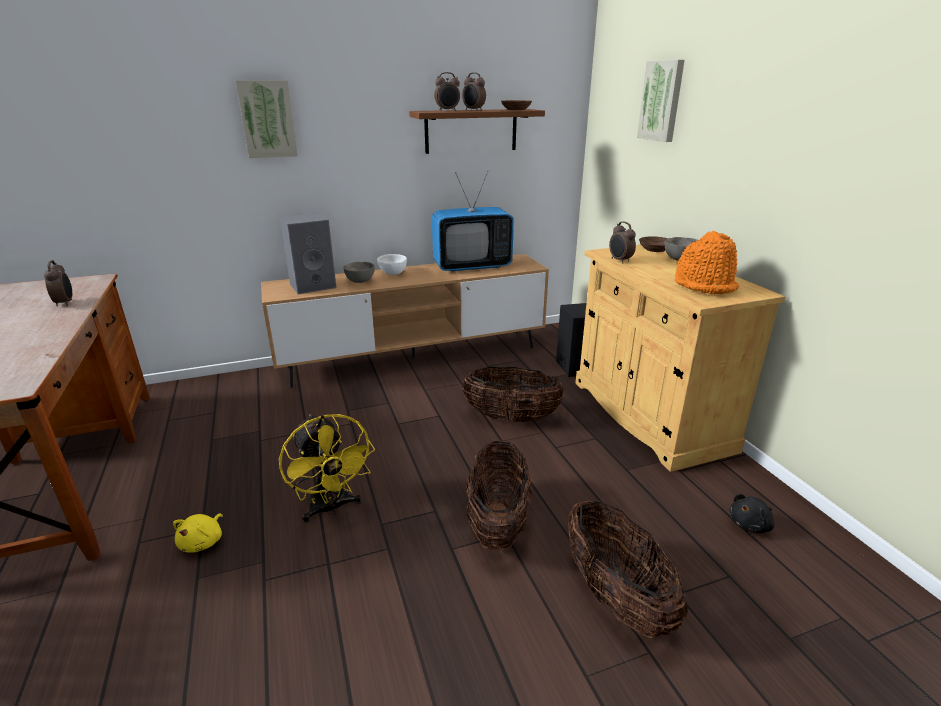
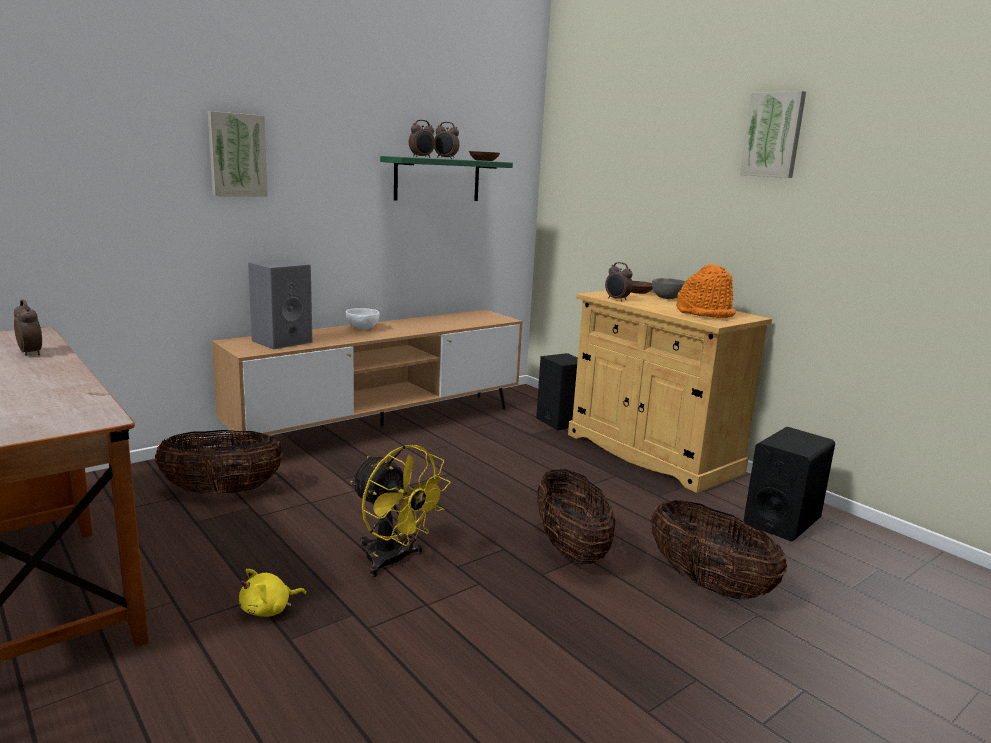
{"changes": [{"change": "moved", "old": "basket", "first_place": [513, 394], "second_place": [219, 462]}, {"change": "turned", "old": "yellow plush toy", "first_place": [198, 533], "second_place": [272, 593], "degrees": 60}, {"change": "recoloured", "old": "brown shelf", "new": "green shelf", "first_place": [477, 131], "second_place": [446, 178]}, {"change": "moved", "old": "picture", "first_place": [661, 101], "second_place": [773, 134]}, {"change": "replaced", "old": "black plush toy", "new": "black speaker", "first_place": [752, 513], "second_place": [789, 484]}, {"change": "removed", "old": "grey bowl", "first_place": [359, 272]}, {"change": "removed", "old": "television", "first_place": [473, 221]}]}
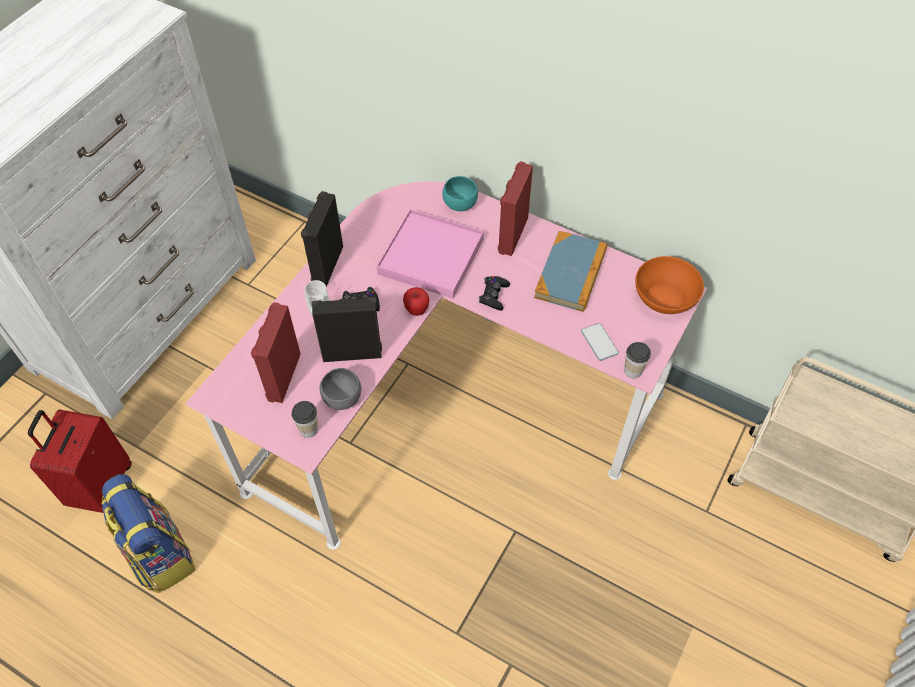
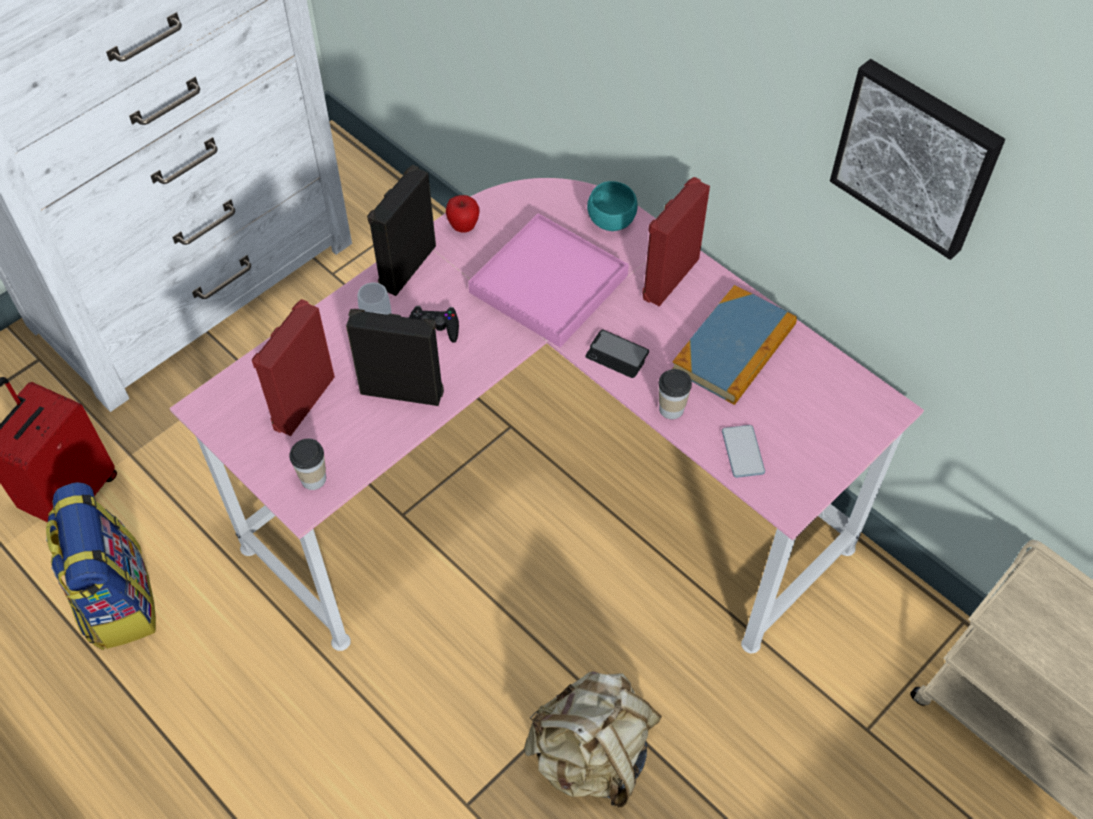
{"changes": [{"change": "moved", "old": "apple", "first_place": [416, 301], "second_place": [463, 214]}, {"change": "added", "new": "beige backpack", "second_place": [593, 739]}, {"change": "replaced", "old": "black game controller", "new": "phone", "first_place": [494, 293], "second_place": [617, 354]}, {"change": "moved", "old": "cup", "first_place": [637, 360], "second_place": [675, 394]}, {"change": "added", "new": "picture", "second_place": [917, 159]}, {"change": "removed", "old": "grey bowl", "first_place": [340, 389]}, {"change": "removed", "old": "orange bowl", "first_place": [669, 285]}]}
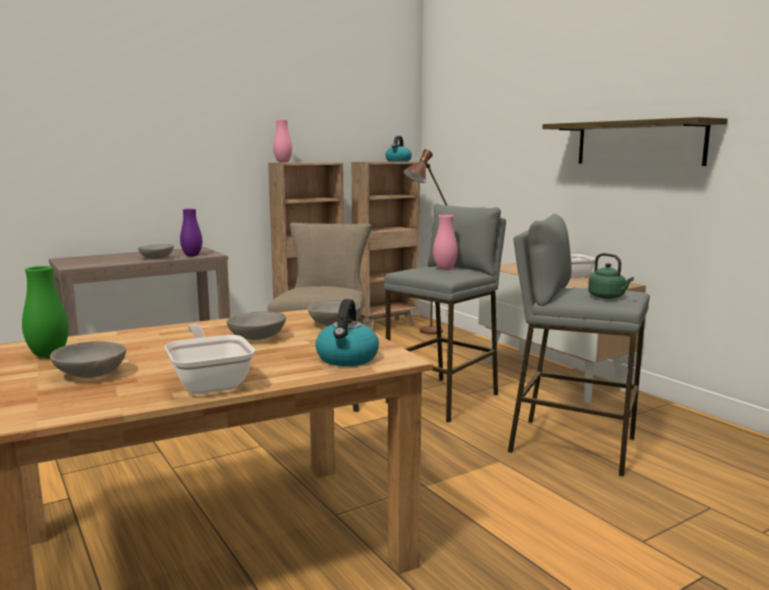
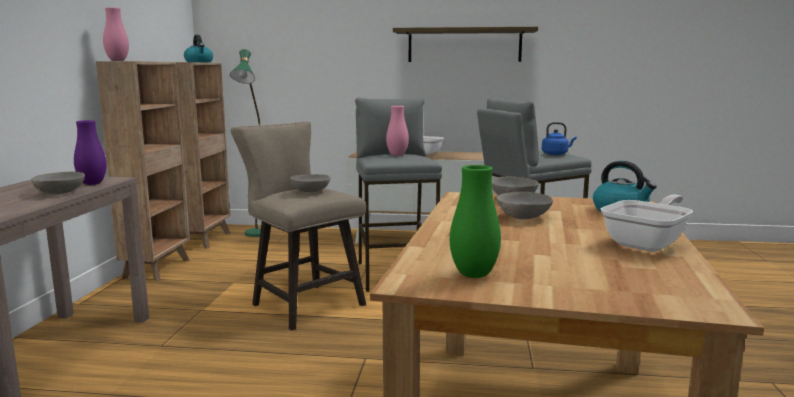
{"changes": [{"change": "recoloured", "old": "brown floor lamp", "new": "green floor lamp", "first_place": [425, 242], "second_place": [245, 143]}, {"change": "moved", "old": "grey bowl", "first_place": [88, 359], "second_place": [310, 183]}, {"change": "recoloured", "old": "green kettle", "new": "blue kettle", "first_place": [611, 276], "second_place": [559, 138]}, {"change": "turned", "old": "frying pan", "first_place": [210, 359], "second_place": [647, 223], "degrees": 120}]}
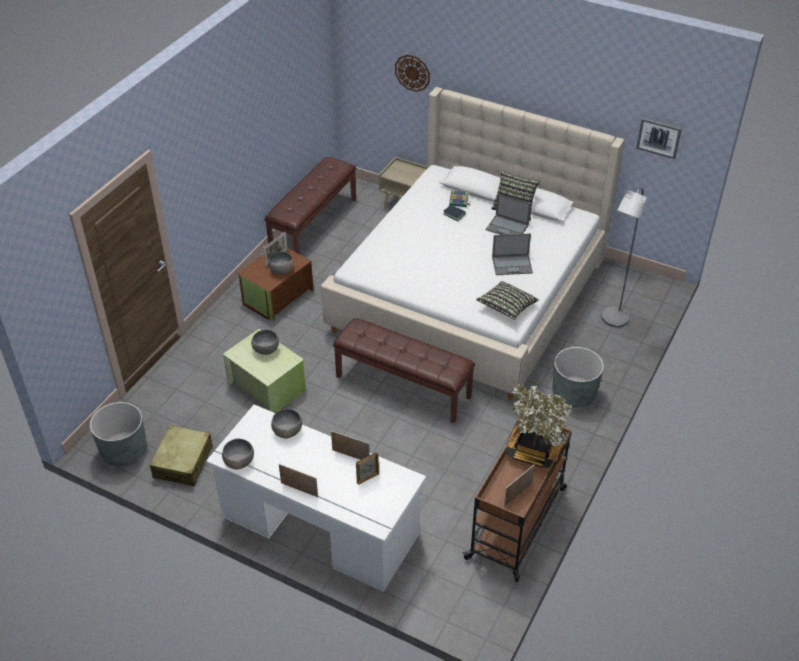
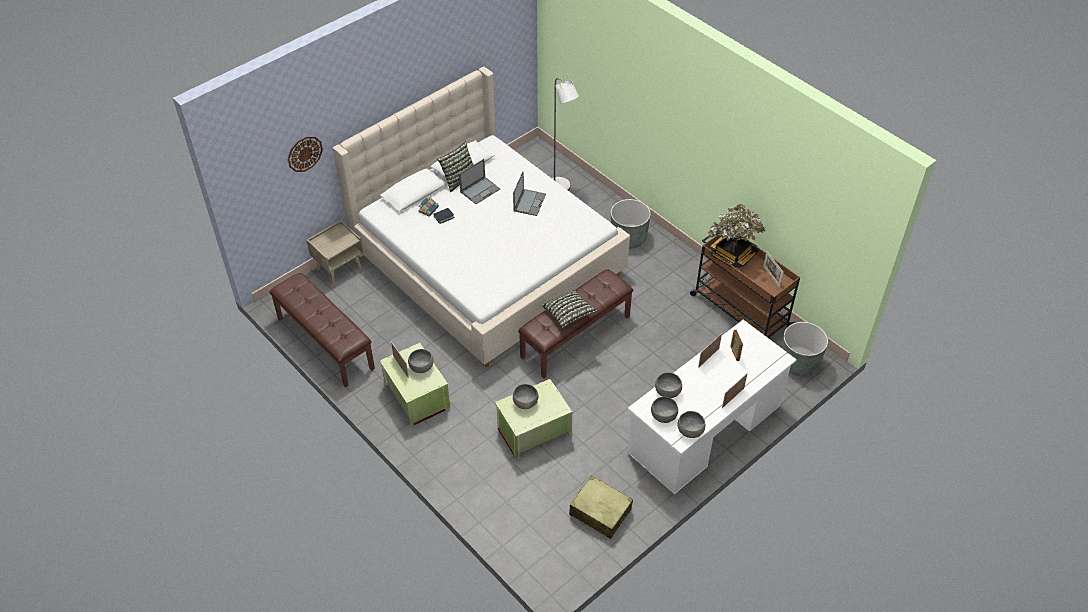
{"changes": [{"change": "recoloured", "old": "brown storage box", "new": "green storage box", "first_place": [275, 284], "second_place": [415, 384]}, {"change": "moved", "old": "pillow", "first_place": [507, 300], "second_place": [570, 308]}, {"change": "added", "new": "grey bowl", "second_place": [664, 410]}, {"change": "moved", "old": "grey planter", "first_place": [118, 434], "second_place": [804, 349]}, {"change": "removed", "old": "picture", "first_place": [659, 138]}]}
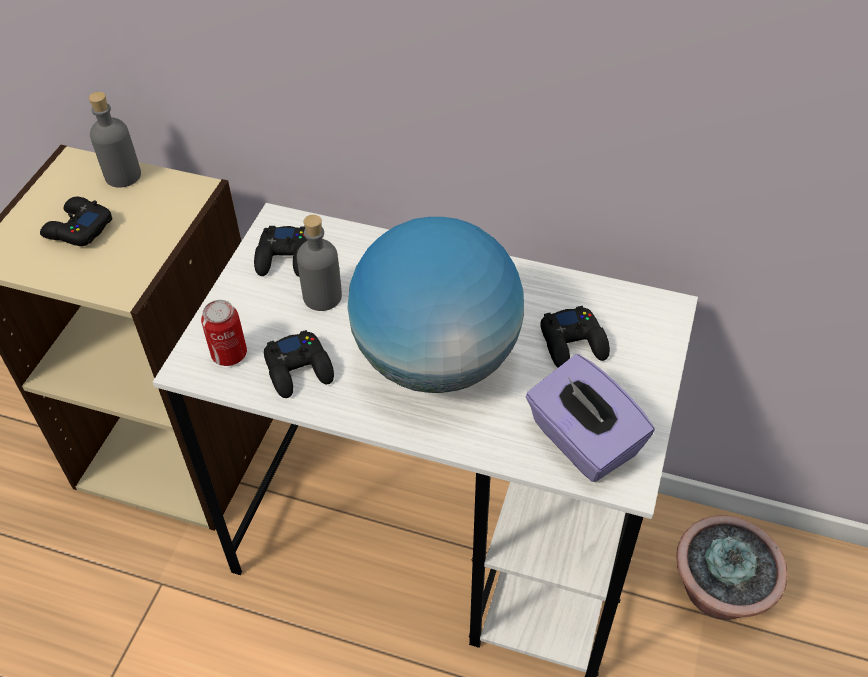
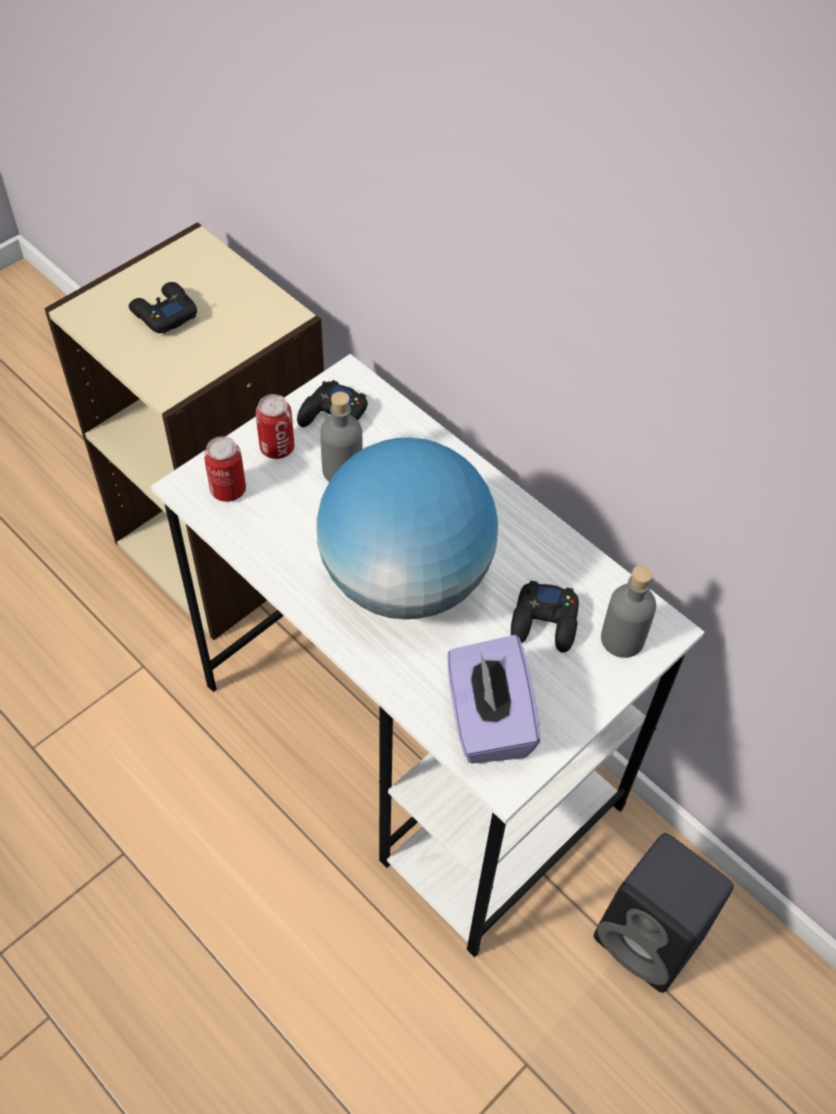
{"changes": [{"change": "added", "new": "can", "second_place": [275, 426]}, {"change": "replaced", "old": "potted plant", "new": "black speaker", "first_place": [732, 568], "second_place": [663, 913]}, {"change": "moved", "old": "grey bottle", "first_place": [115, 140], "second_place": [628, 611]}, {"change": "removed", "old": "black game controller", "first_place": [299, 364]}]}
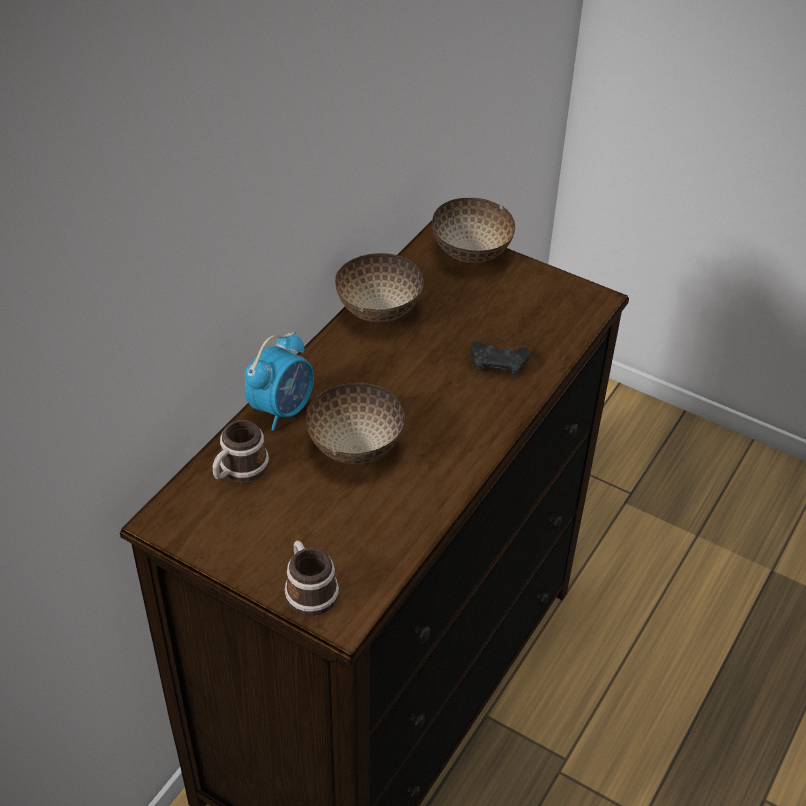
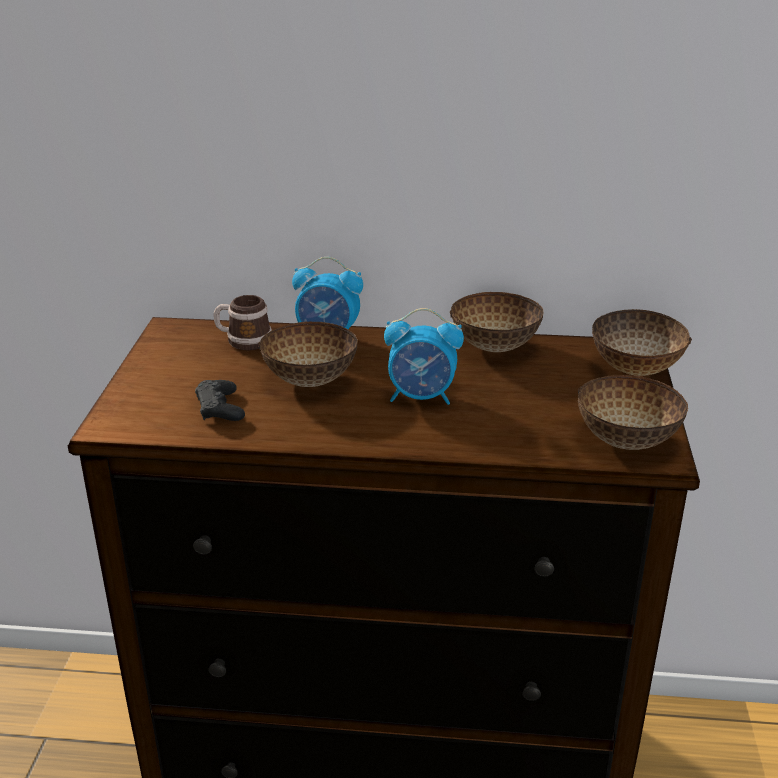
{"changes": [{"change": "moved", "old": "black game controller", "first_place": [500, 358], "second_place": [220, 400]}, {"change": "added", "new": "alarm clock", "second_place": [424, 356]}, {"change": "added", "new": "bowl", "second_place": [633, 412]}, {"change": "removed", "old": "mug", "first_place": [311, 578]}]}
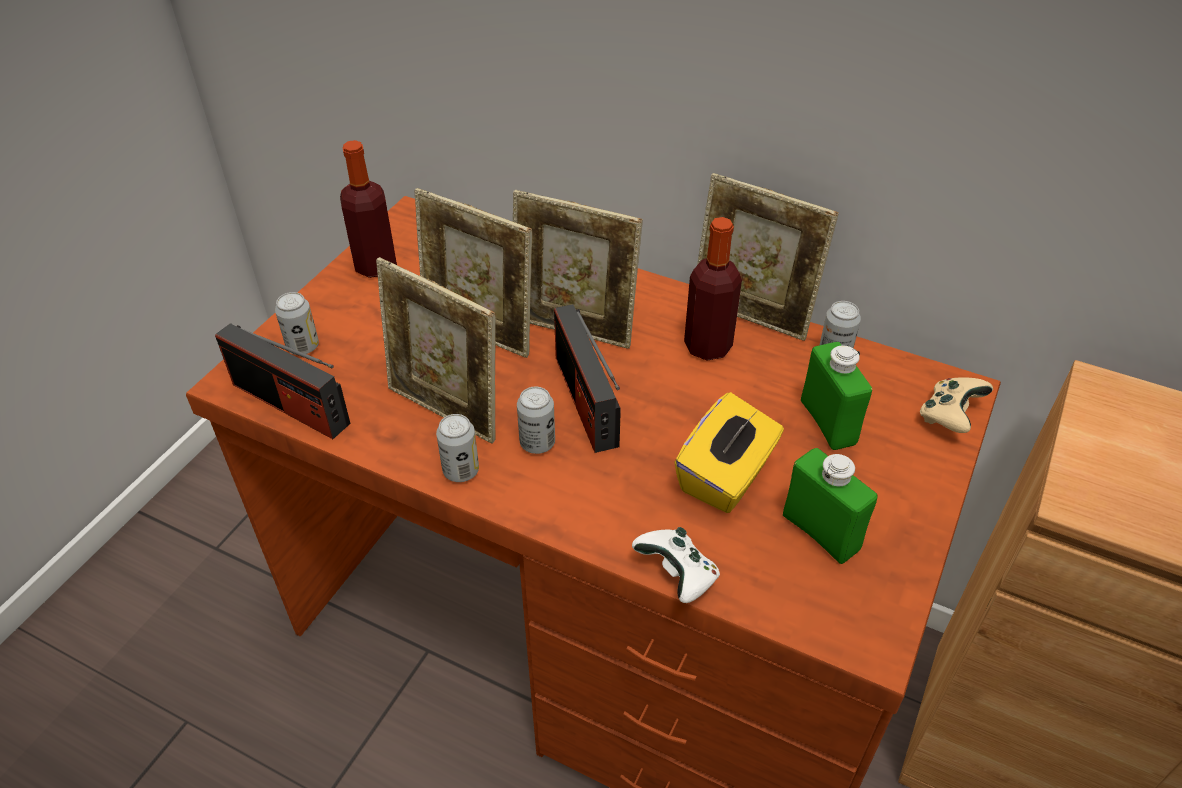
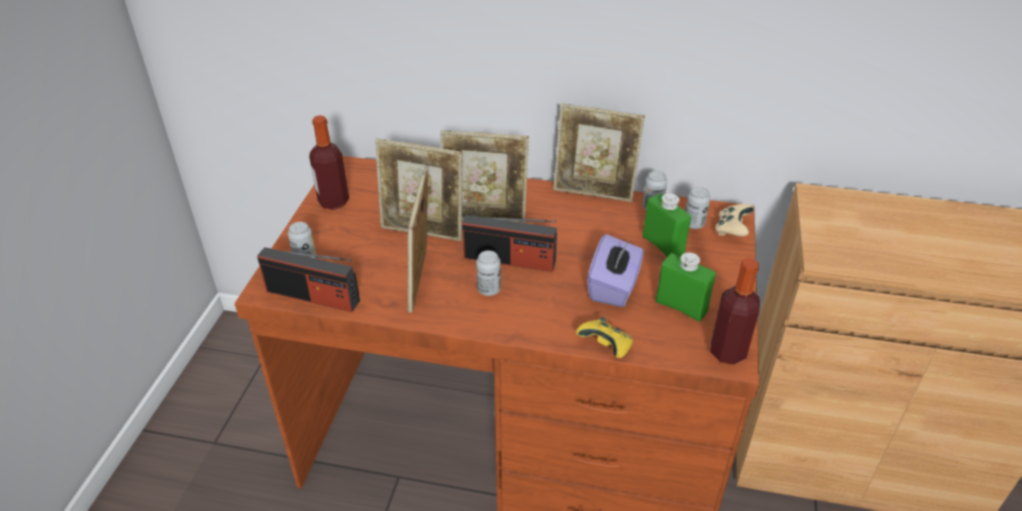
{"changes": [{"change": "turned", "old": "picture frame", "first_place": [436, 350], "second_place": [417, 240], "degrees": 75}, {"change": "turned", "old": "radio", "first_place": [587, 378], "second_place": [509, 243], "degrees": -45}, {"change": "recoloured", "old": "white game controller", "new": "yellow game controller", "first_place": [676, 565], "second_place": [604, 337]}, {"change": "recoloured", "old": "yellow tissue box", "new": "purple tissue box", "first_place": [729, 452], "second_place": [615, 270]}, {"change": "moved", "old": "can", "first_place": [457, 448], "second_place": [697, 208]}, {"change": "moved", "old": "bottle", "first_place": [713, 289], "second_place": [735, 311]}]}
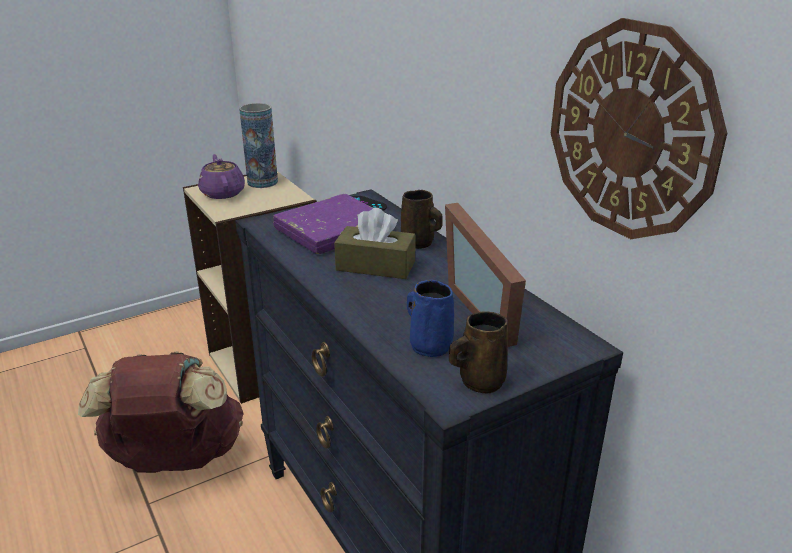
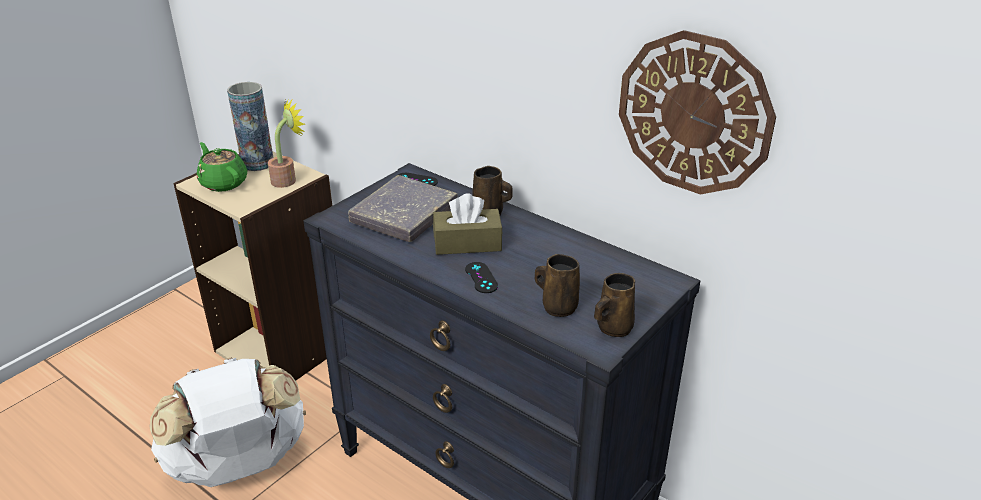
{"changes": [{"change": "recoloured", "old": "brown backpack", "new": "white backpack", "first_place": [161, 412], "second_place": [228, 422]}, {"change": "recoloured", "old": "purple teapot", "new": "green teapot", "first_place": [221, 176], "second_place": [222, 167]}, {"change": "added", "new": "potted plant", "second_place": [286, 143]}, {"change": "recoloured", "old": "purple book", "new": "grey book", "first_place": [323, 224], "second_place": [403, 208]}, {"change": "added", "new": "black game controller", "second_place": [481, 277]}, {"change": "recoloured", "old": "blue mug", "new": "brown mug", "first_place": [430, 318], "second_place": [557, 285]}, {"change": "removed", "old": "picture frame", "first_place": [485, 275]}]}
